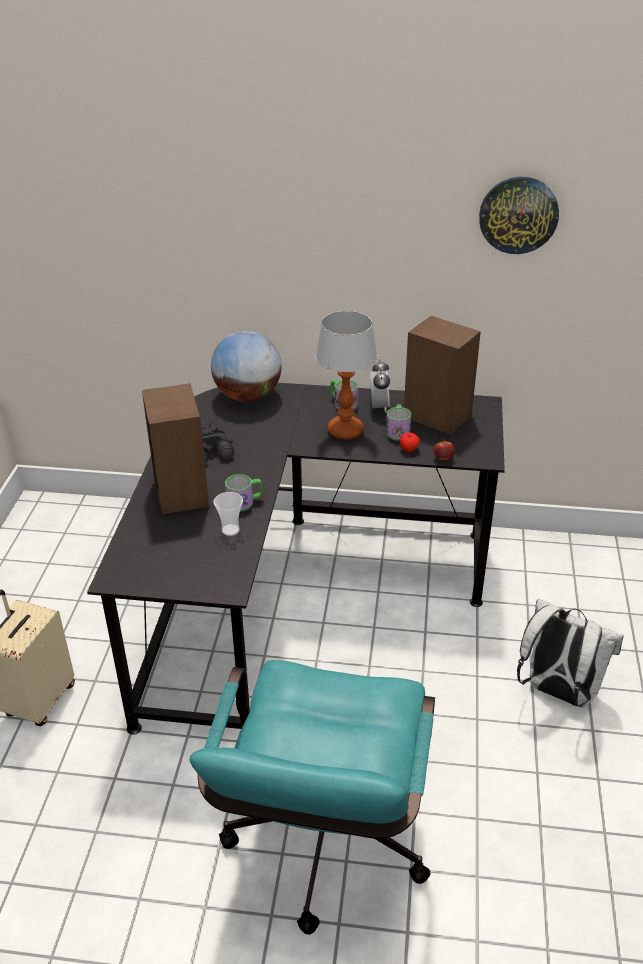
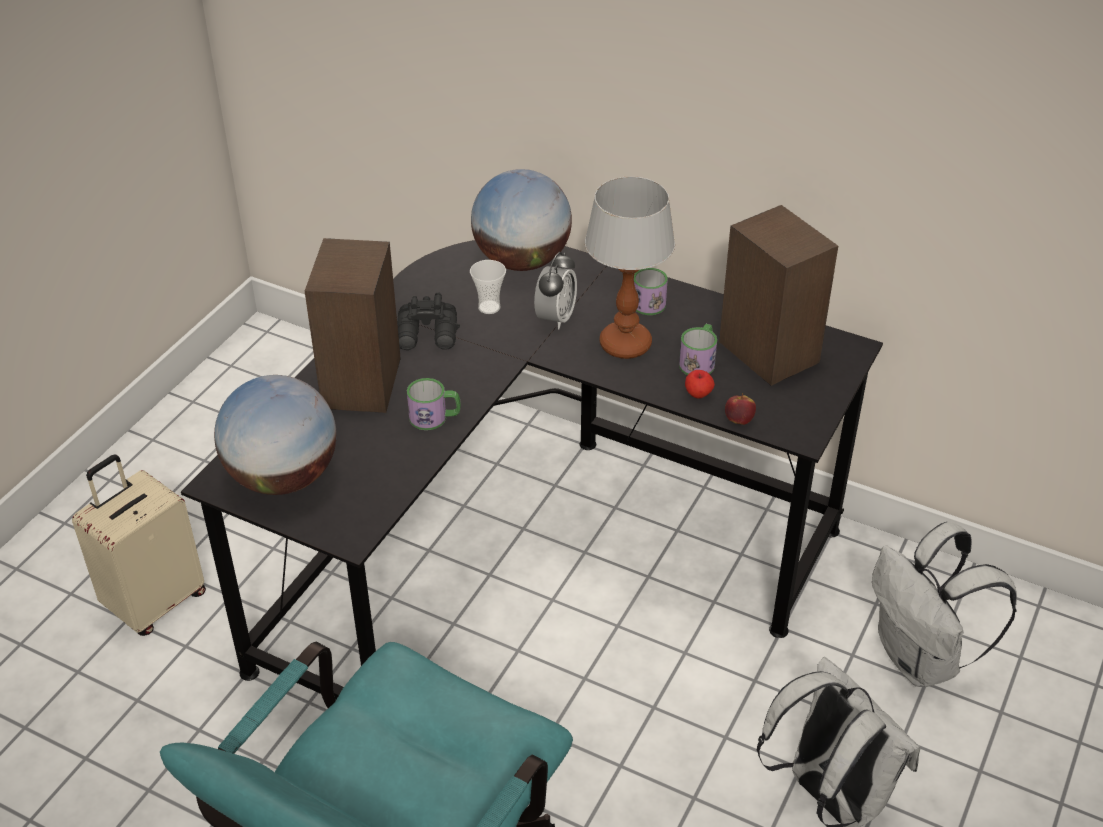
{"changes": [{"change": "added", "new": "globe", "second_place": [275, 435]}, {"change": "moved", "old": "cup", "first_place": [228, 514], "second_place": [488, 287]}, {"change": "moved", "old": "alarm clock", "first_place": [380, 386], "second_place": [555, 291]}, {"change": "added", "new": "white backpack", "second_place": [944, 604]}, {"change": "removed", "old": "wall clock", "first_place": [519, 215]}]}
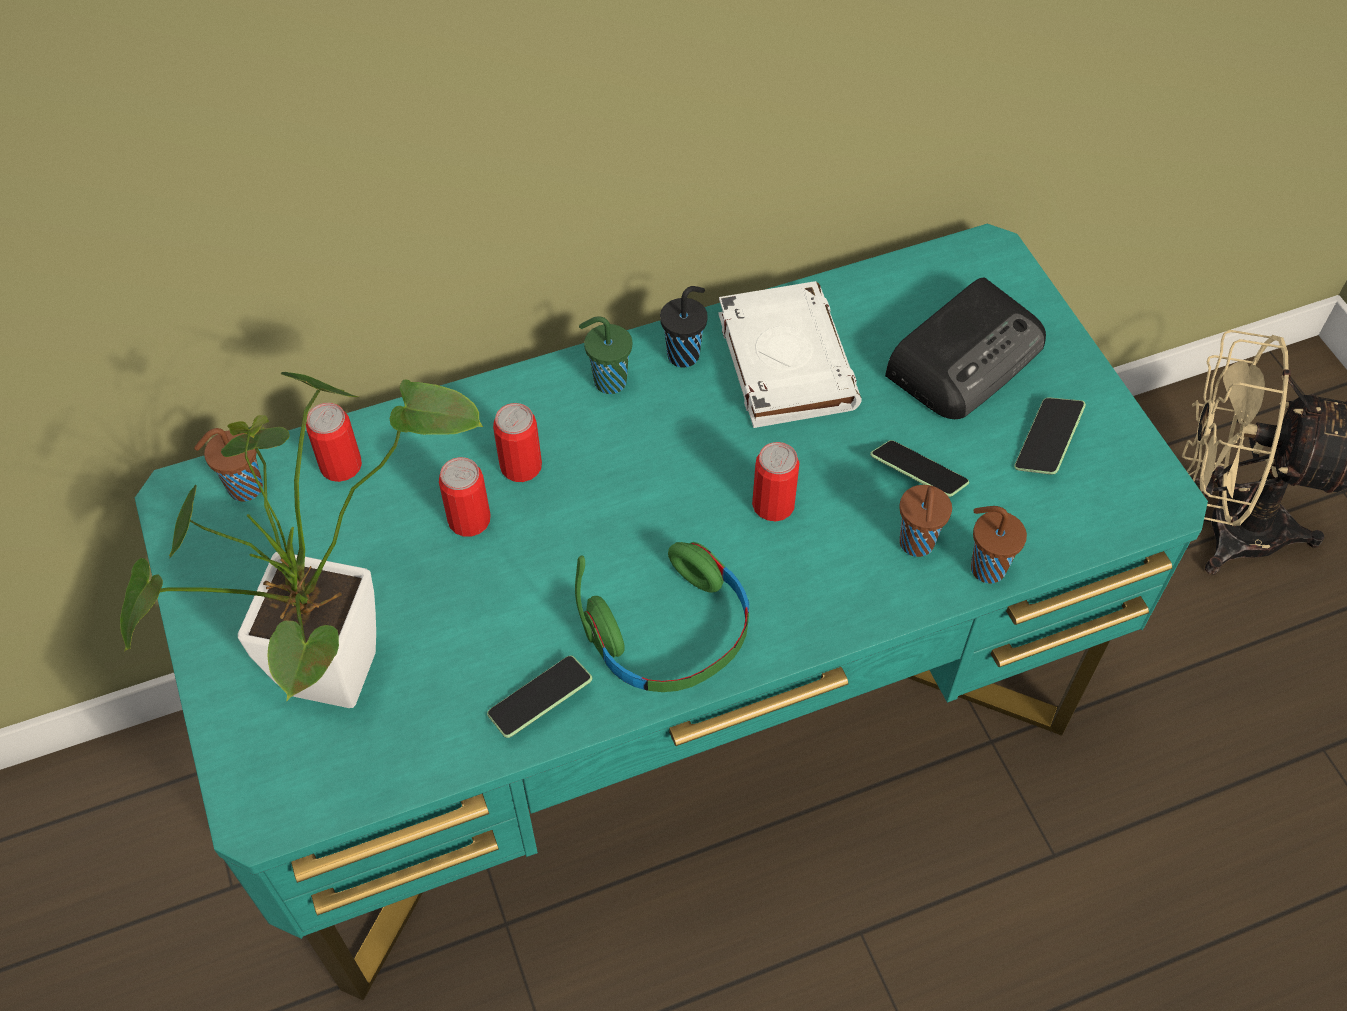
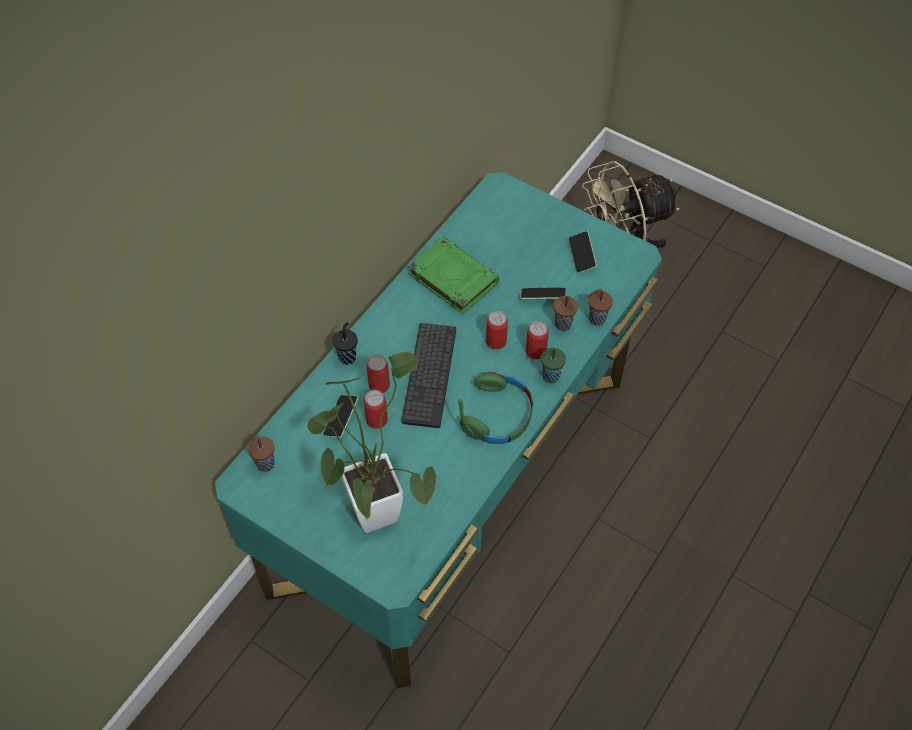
{"changes": [{"change": "moved", "old": "phone", "first_place": [539, 697], "second_place": [341, 416]}, {"change": "moved", "old": "black cup", "first_place": [684, 327], "second_place": [345, 343]}, {"change": "added", "new": "keyboard", "second_place": [429, 375]}, {"change": "recoloured", "old": "white book", "new": "green book", "first_place": [790, 354], "second_place": [454, 275]}, {"change": "moved", "old": "can", "first_place": [334, 442], "second_place": [537, 340]}, {"change": "moved", "old": "green cup", "first_place": [605, 355], "second_place": [553, 365]}, {"change": "removed", "old": "radio", "first_place": [965, 348]}]}
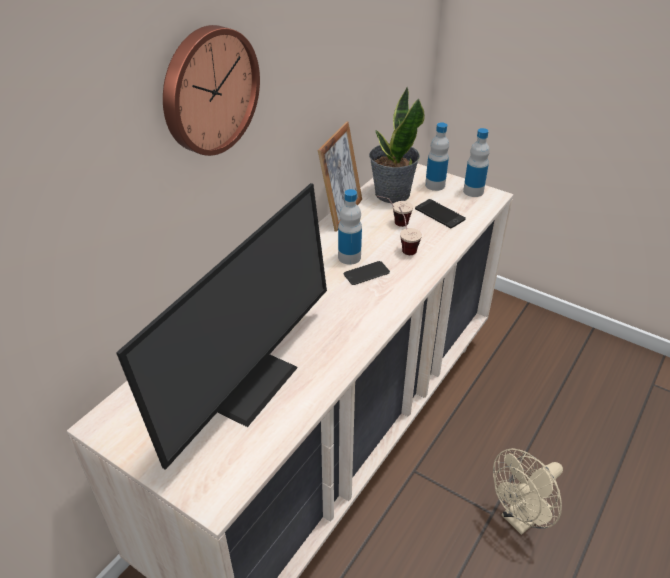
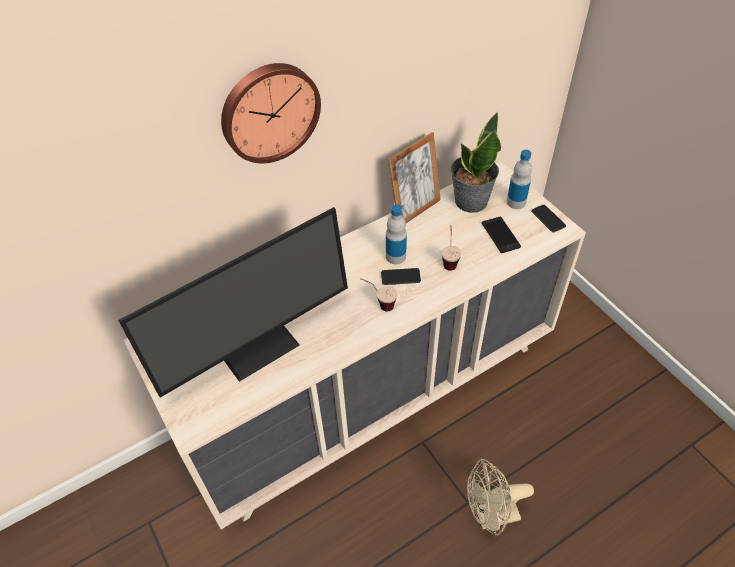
{"changes": [{"change": "moved", "old": "cup", "first_place": [394, 211], "second_place": [379, 294]}, {"change": "replaced", "old": "bottle", "new": "phone", "first_place": [476, 162], "second_place": [548, 218]}]}
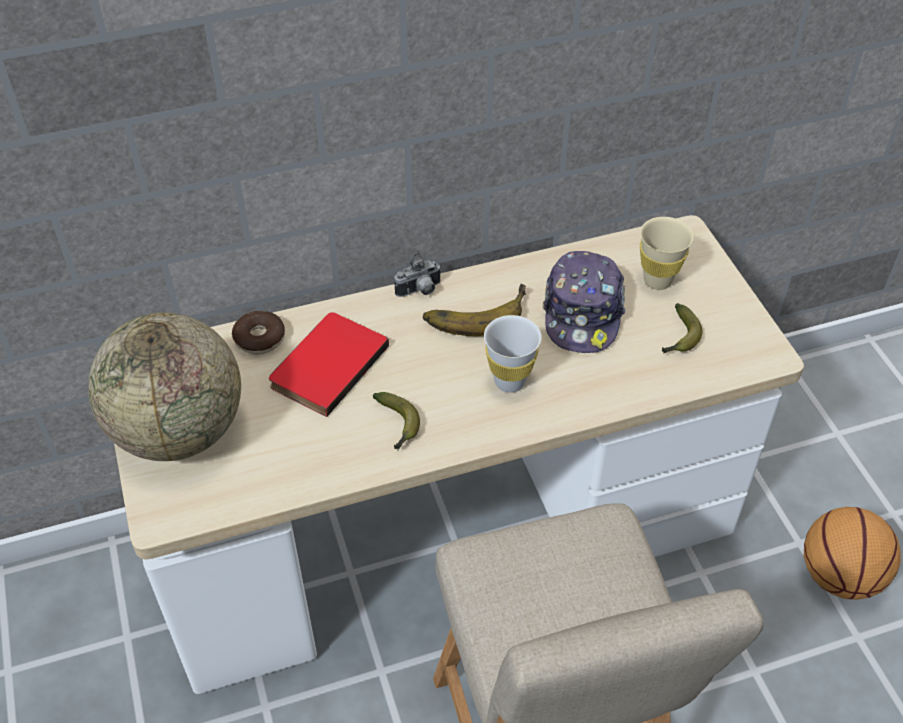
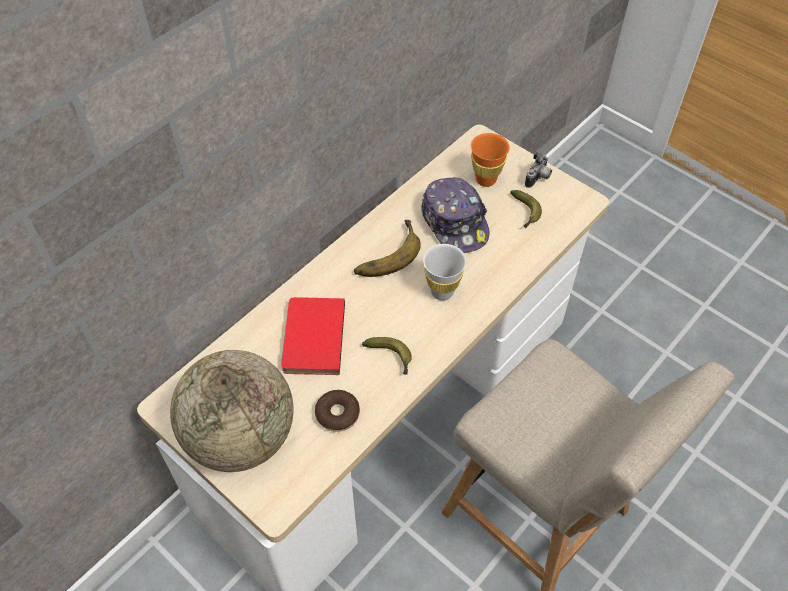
{"changes": [{"change": "moved", "old": "donut", "first_place": [258, 332], "second_place": [337, 411]}, {"change": "recoloured", "old": "beige cup", "new": "orange cup", "first_place": [667, 253], "second_place": [490, 160]}, {"change": "moved", "old": "photo camera", "first_place": [417, 274], "second_place": [538, 170]}, {"change": "removed", "old": "basketball", "first_place": [852, 553]}]}
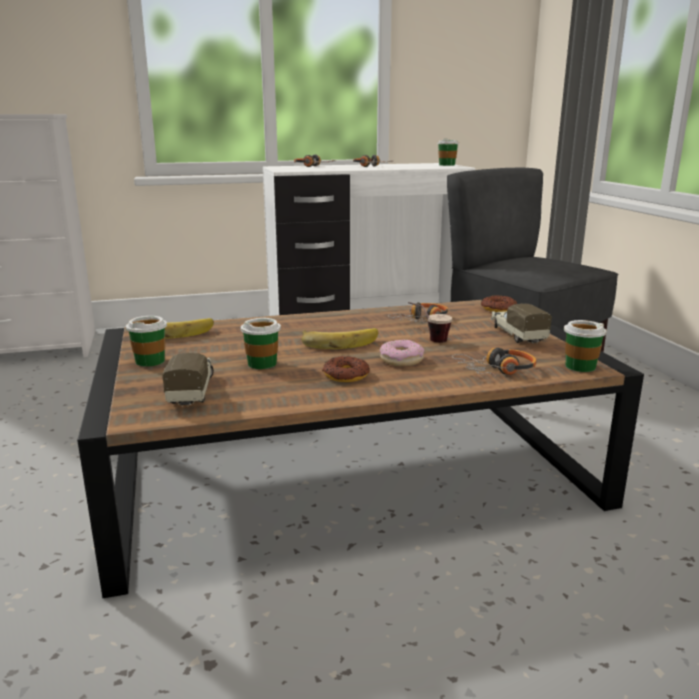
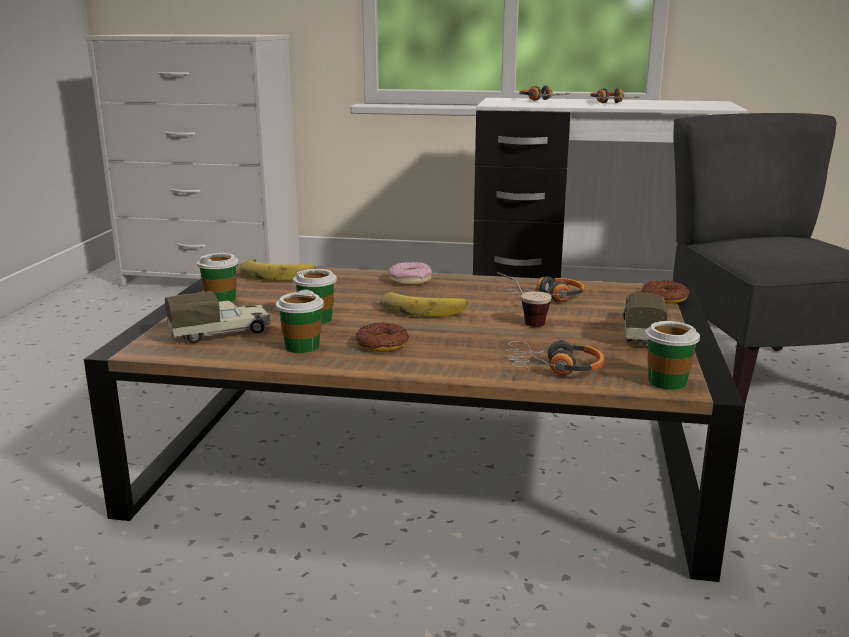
{"changes": [{"change": "turned", "old": "toy truck", "first_place": [188, 380], "second_place": [218, 317], "degrees": 45}, {"change": "moved", "old": "cup", "first_place": [448, 152], "second_place": [300, 321]}, {"change": "moved", "old": "donut", "first_place": [402, 353], "second_place": [410, 274]}]}
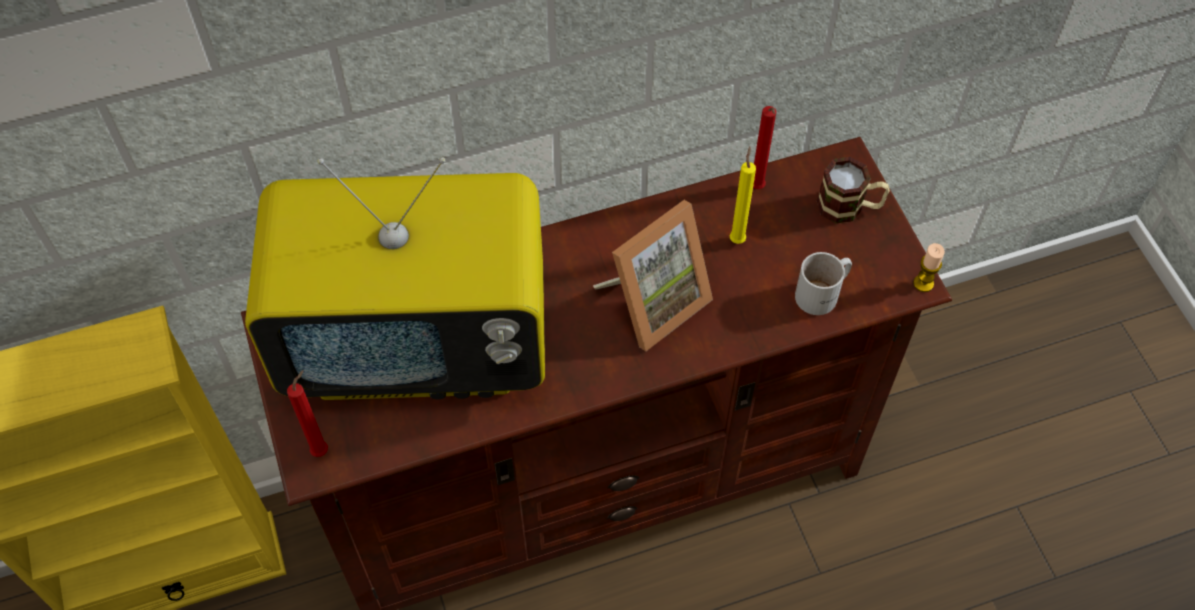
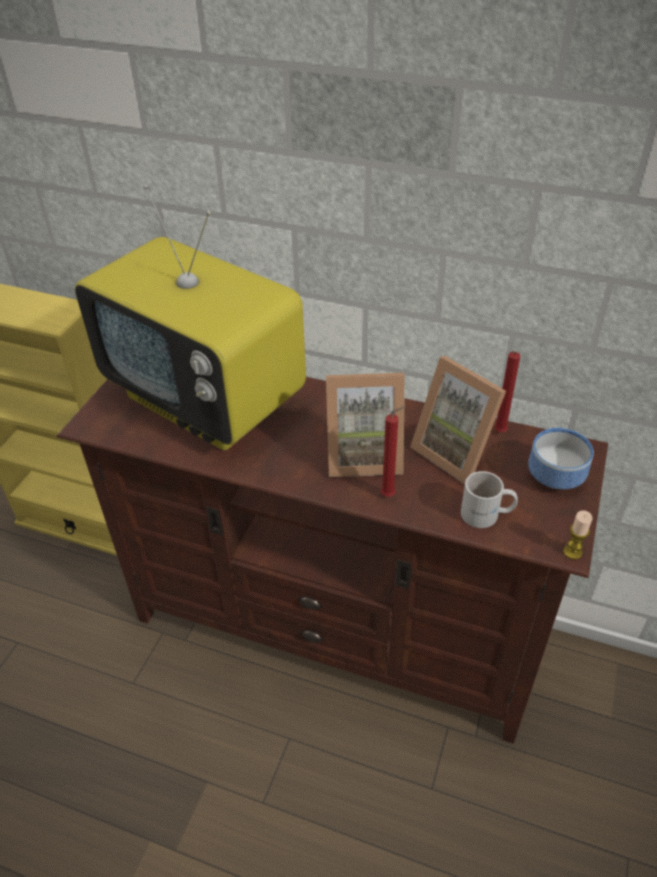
{"changes": [{"change": "moved", "old": "red candle", "first_place": [307, 413], "second_place": [393, 451]}, {"change": "replaced", "old": "yellow candle", "new": "picture frame", "first_place": [743, 195], "second_place": [458, 420]}, {"change": "replaced", "old": "mug", "new": "bowl", "first_place": [853, 190], "second_place": [561, 458]}]}
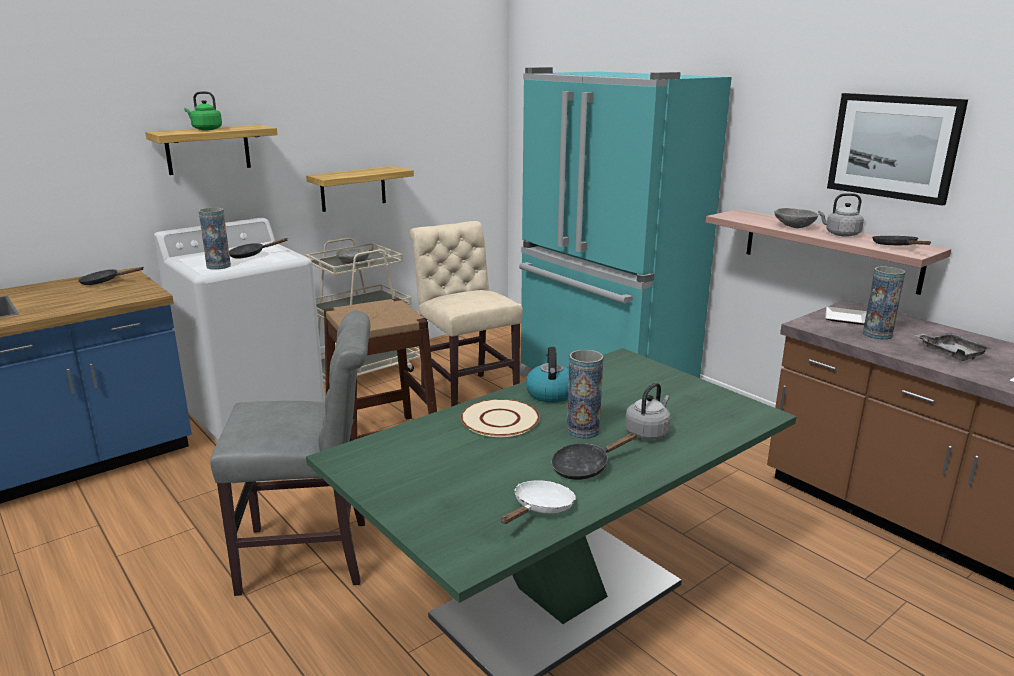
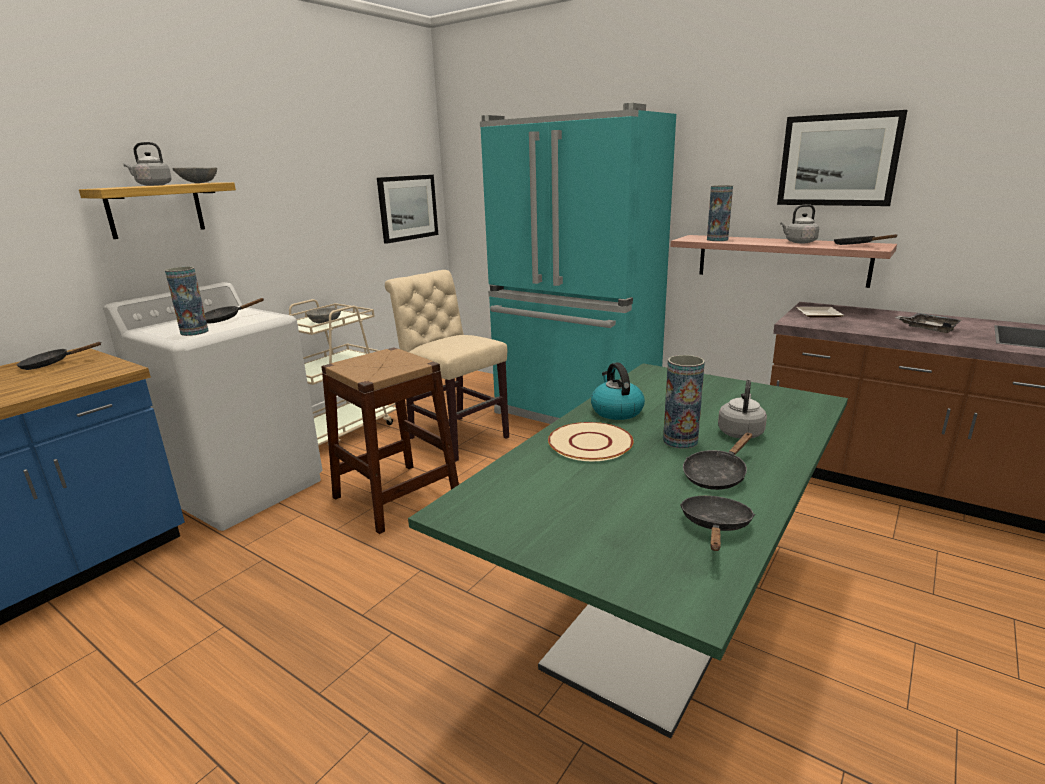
{"changes": [{"change": "recoloured", "old": "green kettle", "new": "grey kettle", "first_place": [203, 110], "second_place": [147, 164]}, {"change": "moved", "old": "grey bowl", "first_place": [796, 218], "second_place": [194, 175]}, {"change": "added", "new": "picture", "second_place": [407, 209]}, {"change": "recoloured", "old": "white frying pan", "new": "black frying pan", "first_place": [538, 502], "second_place": [717, 523]}, {"change": "moved", "old": "vase", "first_place": [884, 303], "second_place": [720, 213]}, {"change": "removed", "old": "grey chair", "first_place": [290, 453]}, {"change": "removed", "old": "shelf", "first_place": [360, 189]}]}
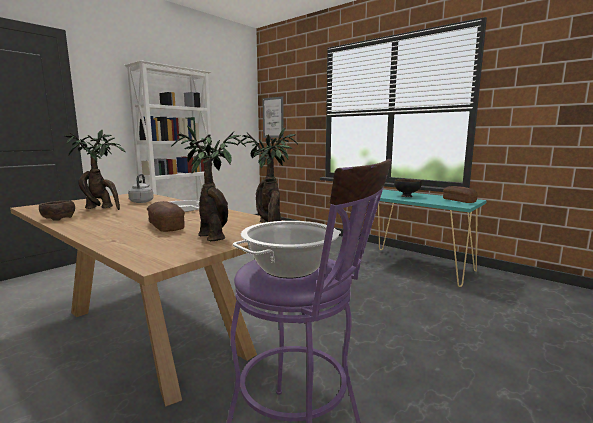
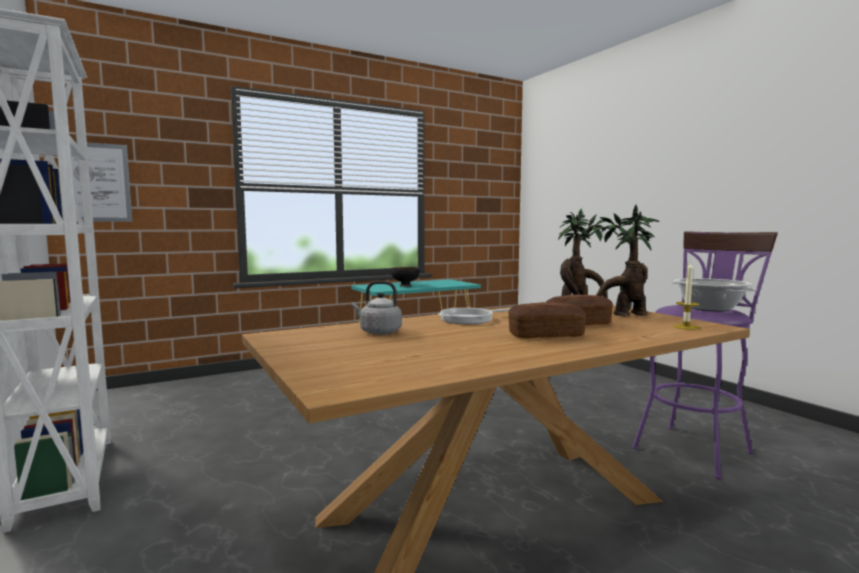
{"changes": [{"change": "moved", "old": "bread", "first_place": [460, 194], "second_place": [547, 320]}, {"change": "added", "new": "candle", "second_place": [686, 295]}, {"change": "removed", "old": "brown bowl", "first_place": [57, 210]}, {"change": "removed", "old": "potted plant", "first_place": [95, 169]}]}
